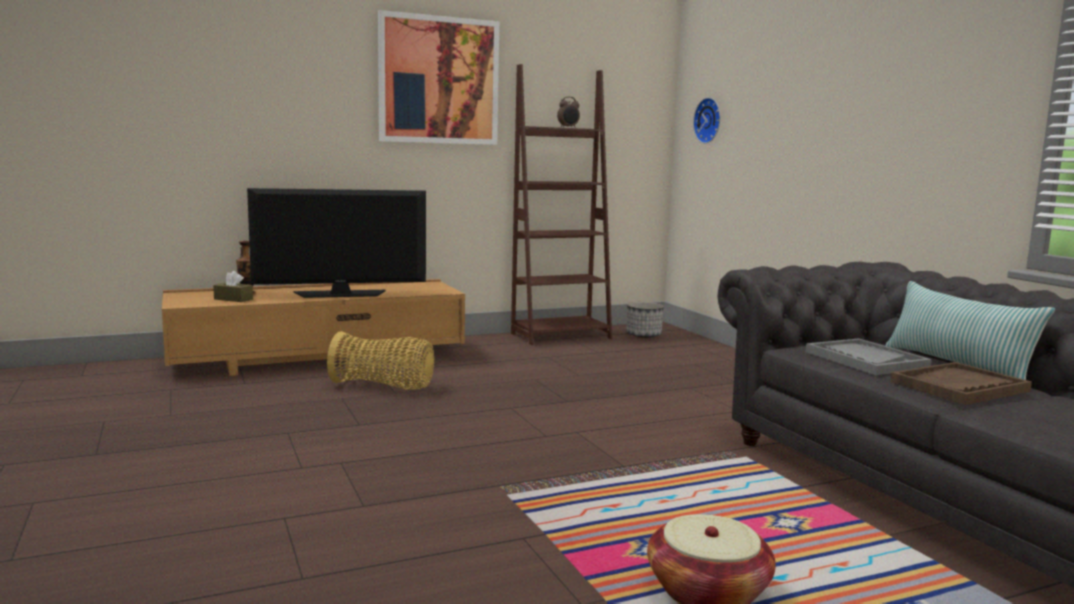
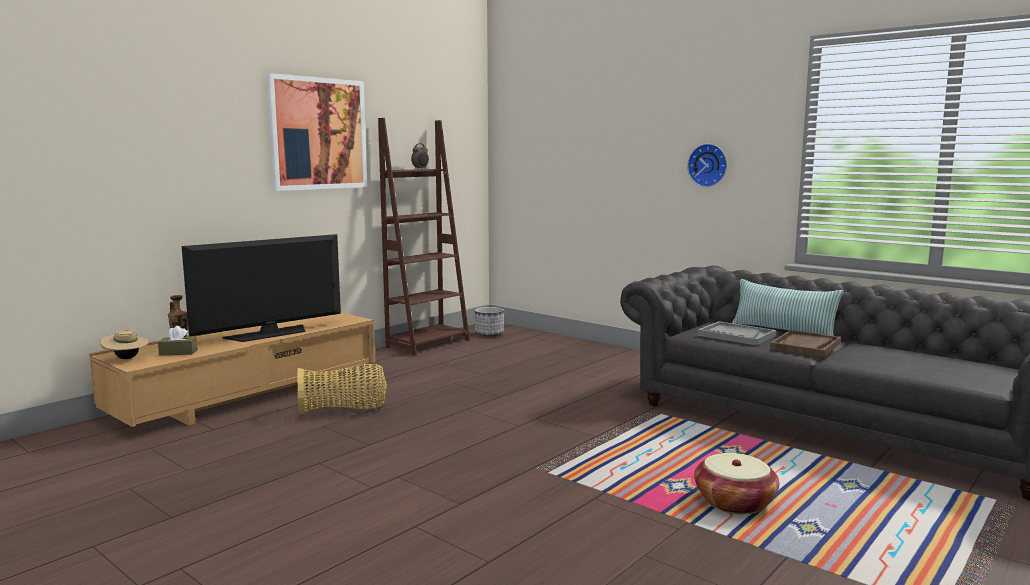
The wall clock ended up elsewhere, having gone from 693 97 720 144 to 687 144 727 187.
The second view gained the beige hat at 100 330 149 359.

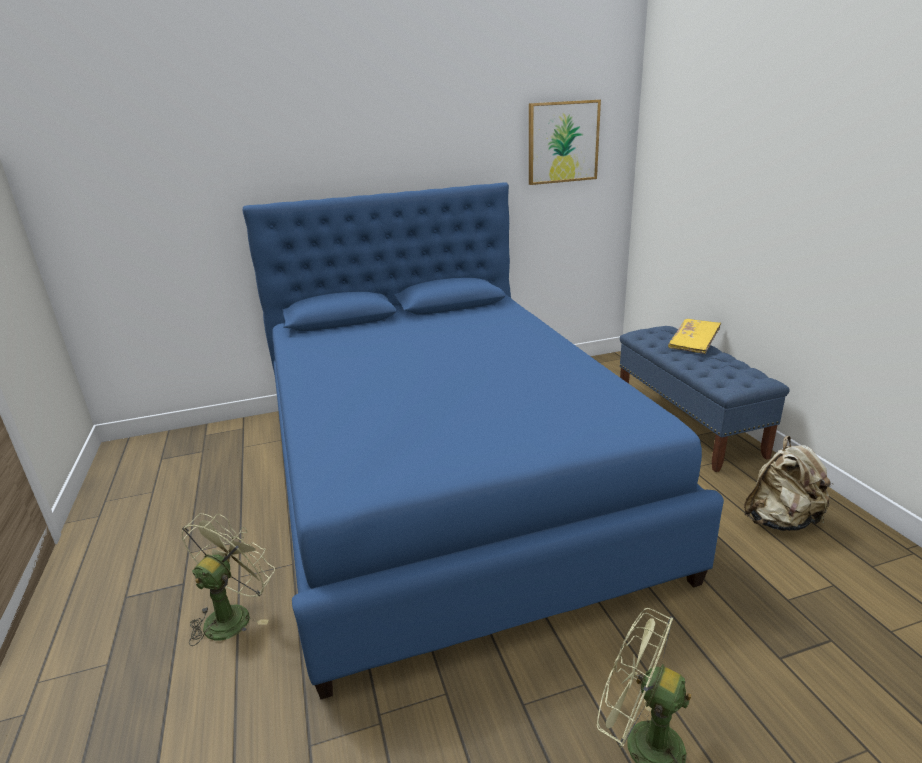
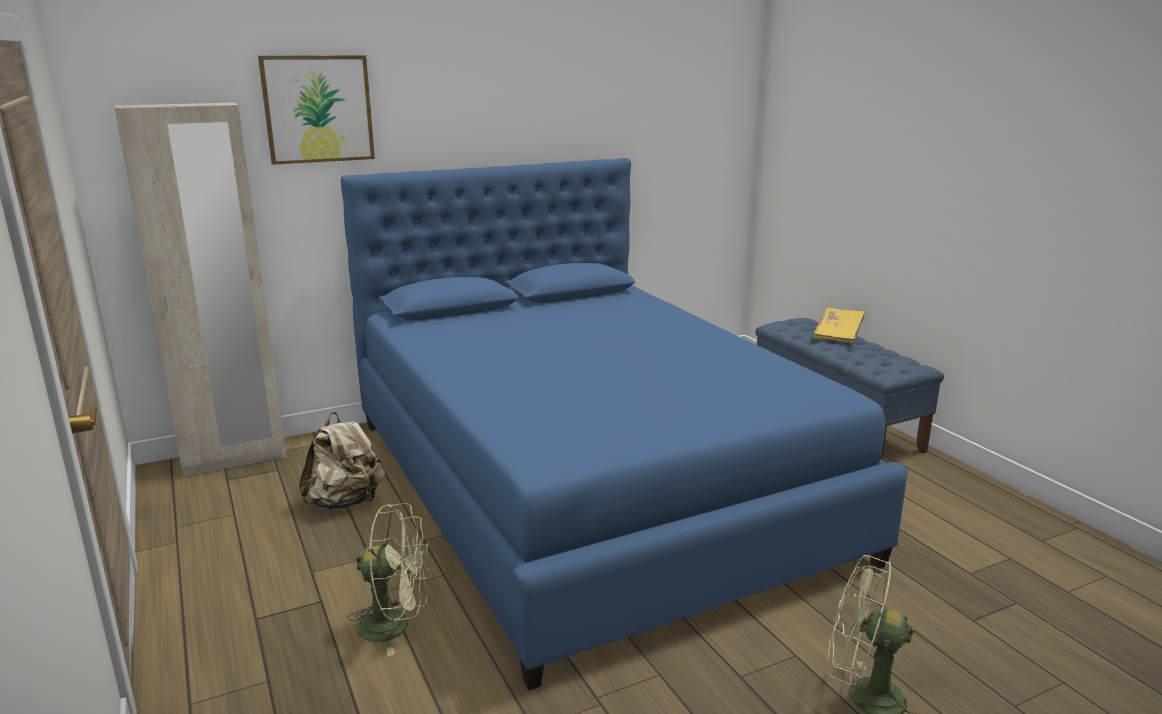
The green fan at 182 513 275 646 ended up facing another way, 75 degrees clockwise from before.
The picture ended up elsewhere, having gone from 529 100 601 185 to 258 55 375 165.
The beige backpack ended up elsewhere, having gone from 744 436 833 531 to 299 412 385 509.
The second view gained the beige wardrobe at 115 102 286 477.

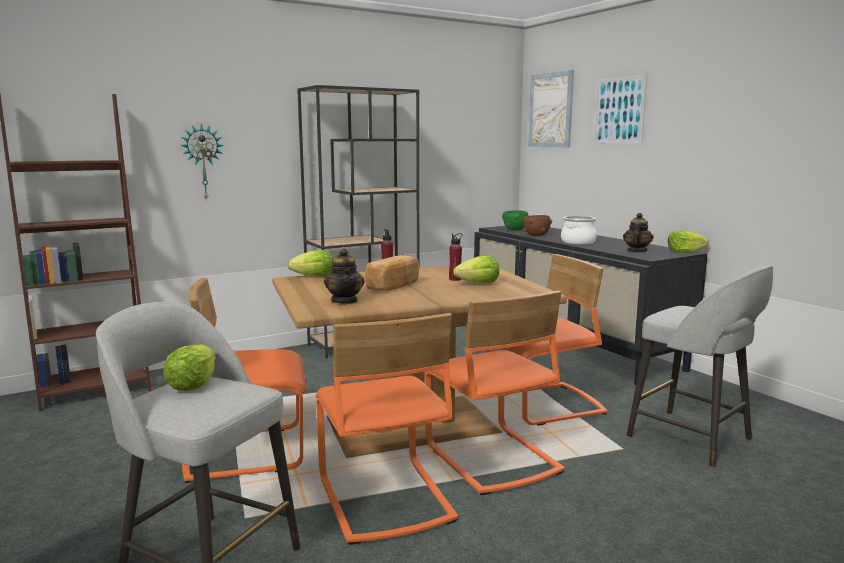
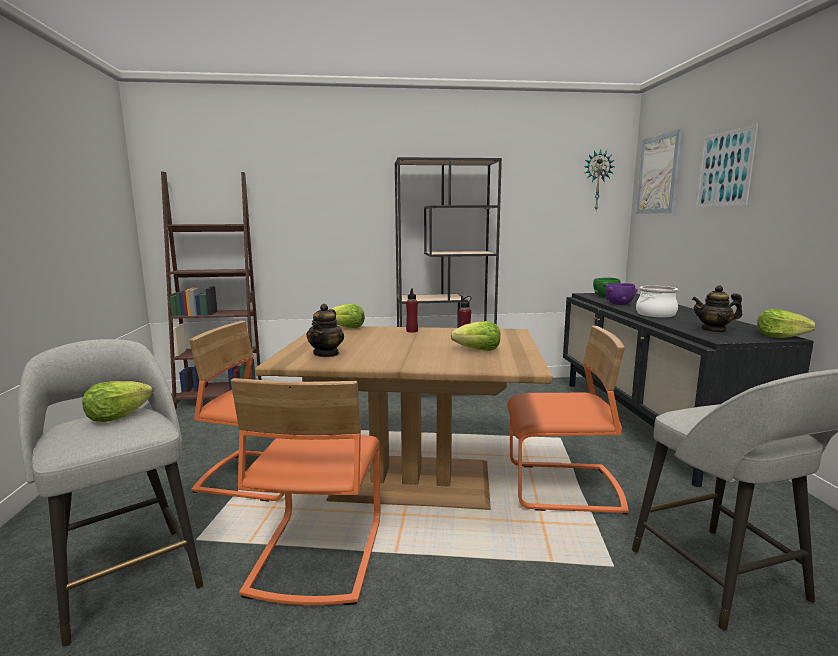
The wall clock ended up elsewhere, having gone from 181 124 224 201 to 584 149 615 210.
The second view lost the bread at 365 256 419 291.
The second view lost the orange chair at 425 290 565 495.
What was the brown bowl at 524 215 552 236 turned into the purple bowl at 606 283 637 305.
The teapot at 623 213 654 252 ended up facing another way, 135 degrees counterclockwise from before.

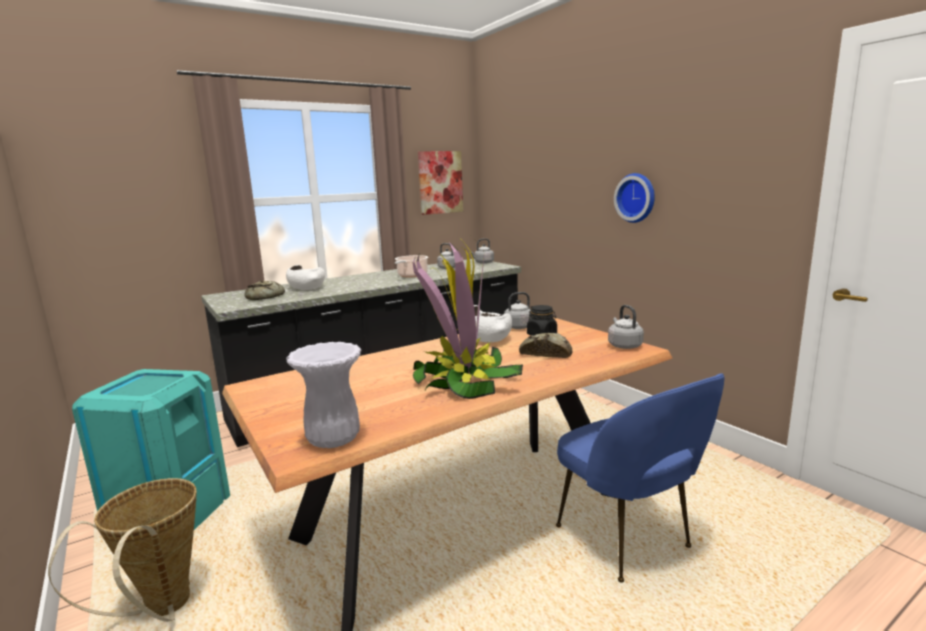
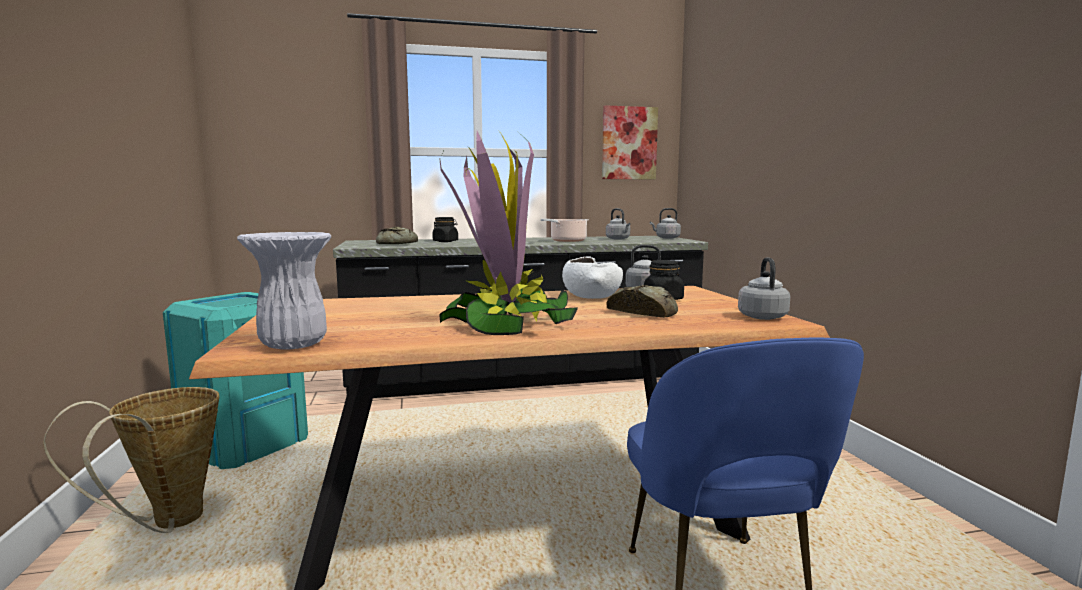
Where the white bowl stood at 286 265 325 290, the black jar came to stand at 432 217 458 242.
The second view lost the wall clock at 614 173 655 223.

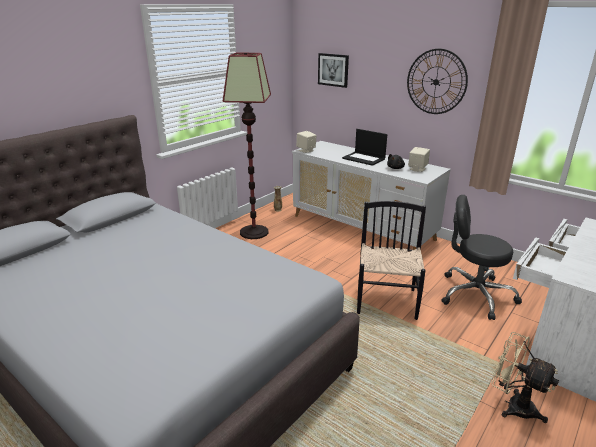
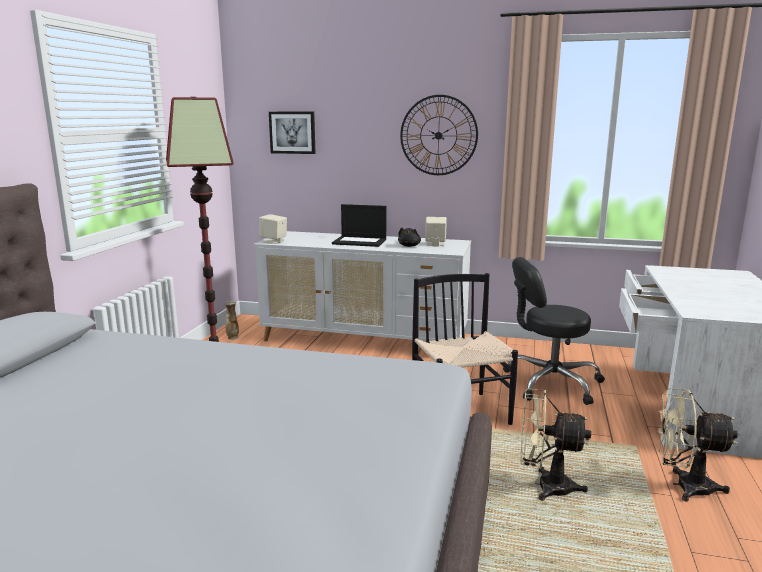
The second view gained the beige fan at 520 388 591 501.

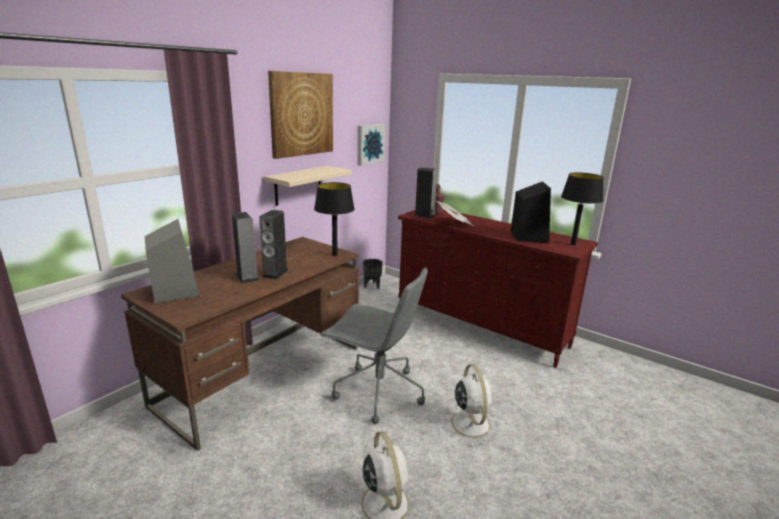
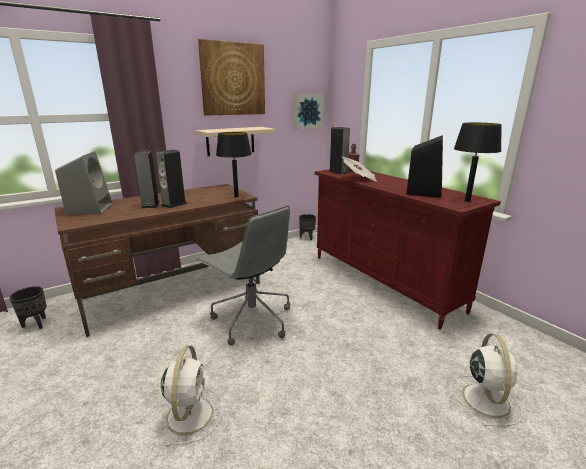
The white fan ended up elsewhere, having gone from 441 364 499 446 to 450 334 522 427.
The second view gained the black planter at 10 286 47 329.

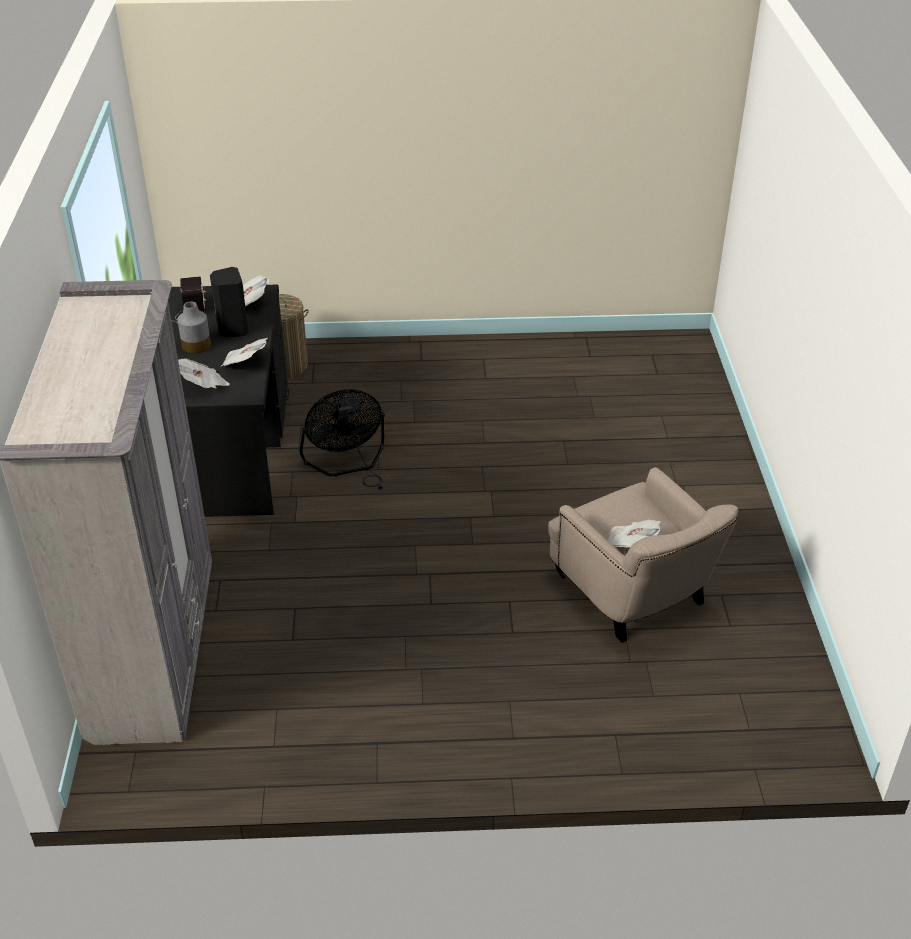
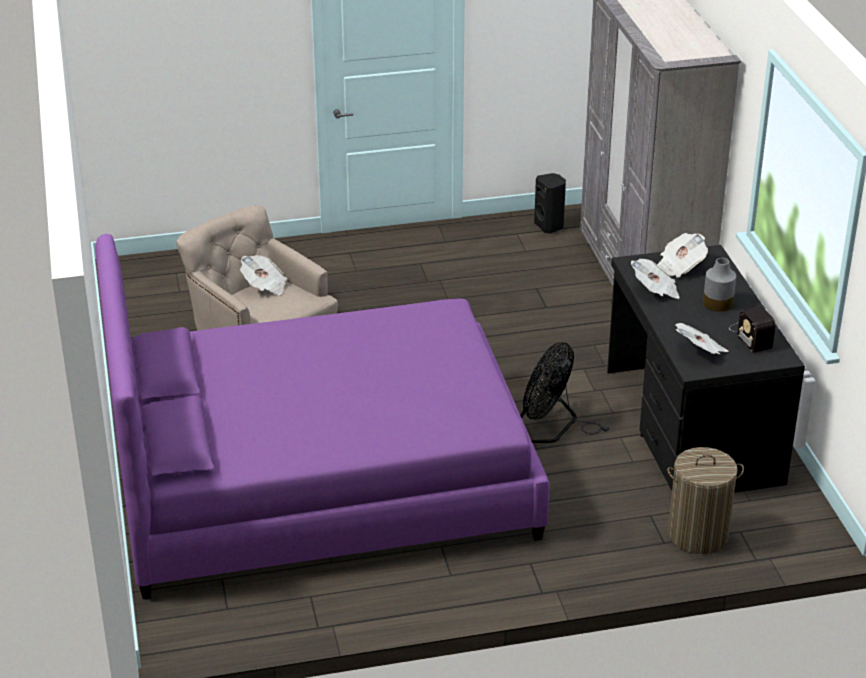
The black speaker ended up elsewhere, having gone from 210 267 249 338 to 534 173 566 234.
The black fan at 300 389 385 489 ended up facing another way, 150 degrees clockwise from before.
The second view gained the purple bed at 95 233 549 599.

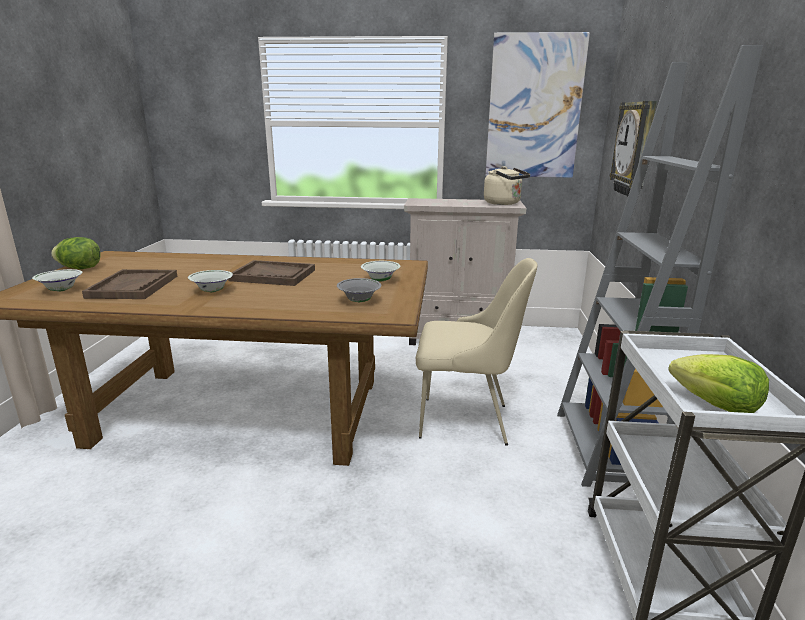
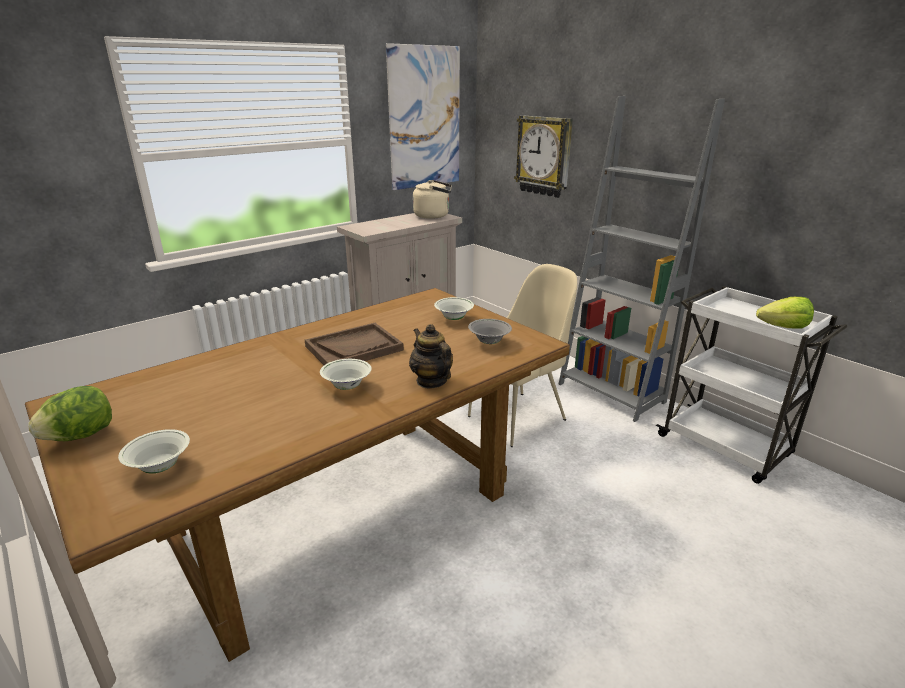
The second view lost the brown tray at 82 269 177 299.
The second view gained the teapot at 409 324 453 388.

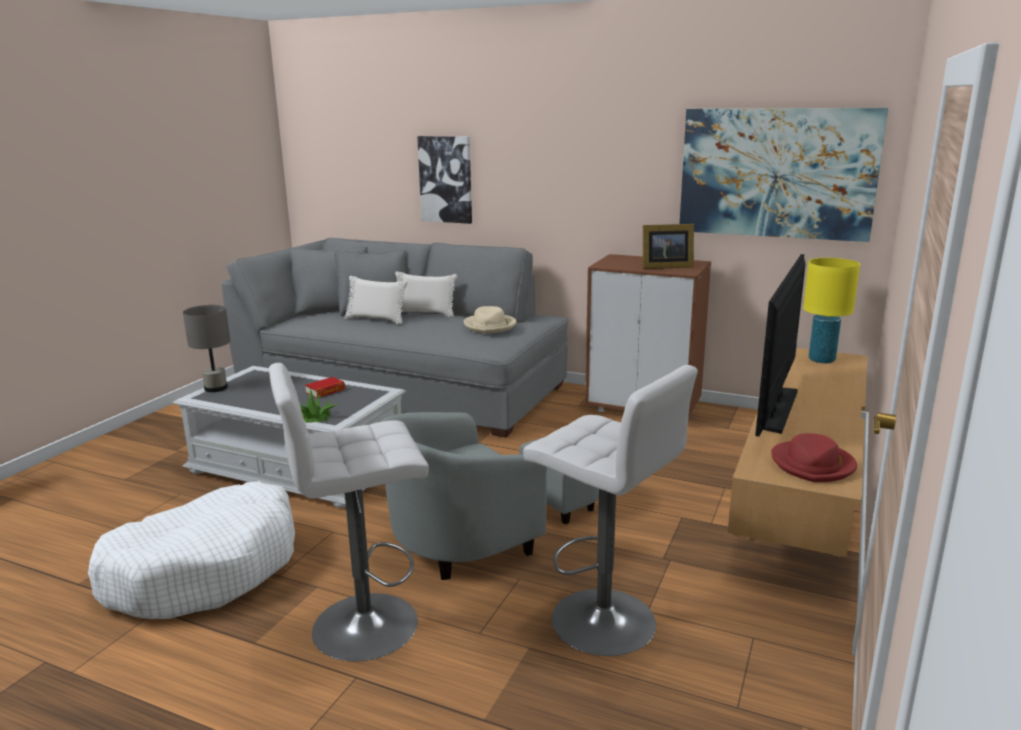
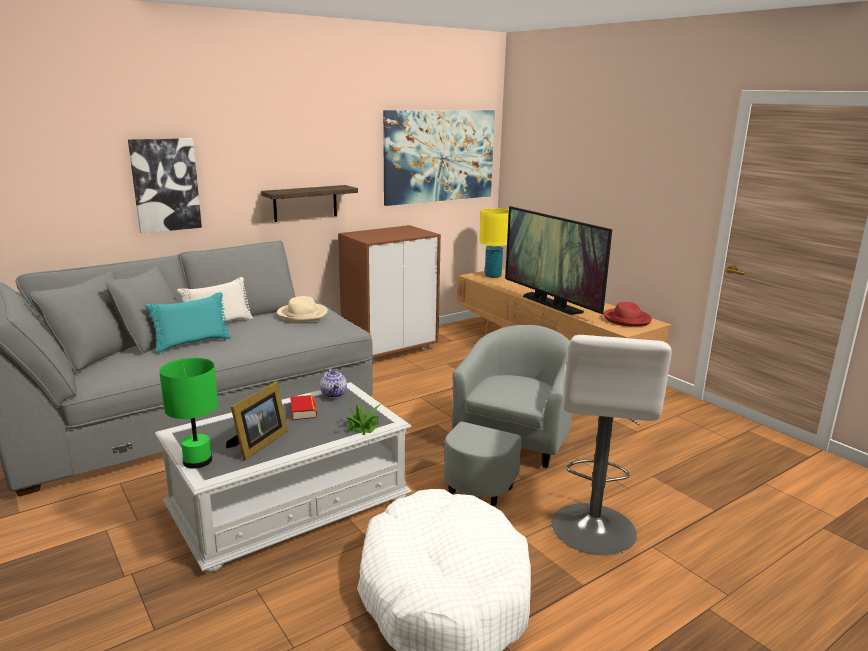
What was the grey table lamp at 183 305 230 392 turned into the green table lamp at 159 358 218 469.
What was the white pillow at 345 276 408 325 turned into the turquoise pillow at 145 292 231 354.
The grey armchair at 381 412 599 580 ended up facing another way, 150 degrees counterclockwise from before.
The second view lost the white stool at 523 365 698 656.
The picture frame ended up elsewhere, having gone from 643 224 694 269 to 226 381 288 461.
The second view gained the shelf at 261 185 358 222.
The second view gained the teapot at 320 368 347 398.

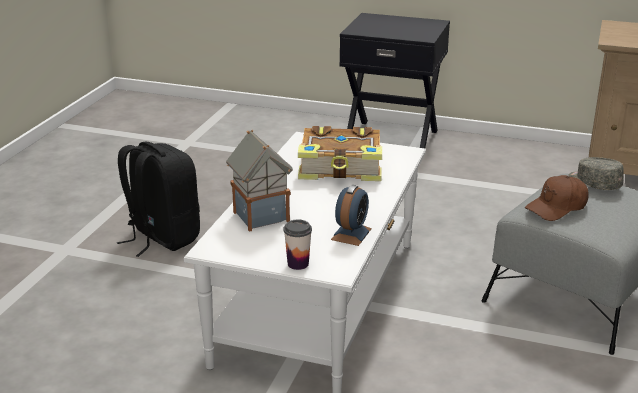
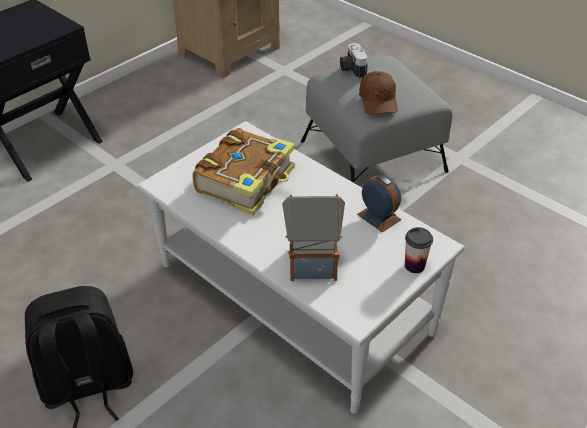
Where the grey cap stood at 568 157 624 190, the photo camera came to stand at 340 43 368 79.

